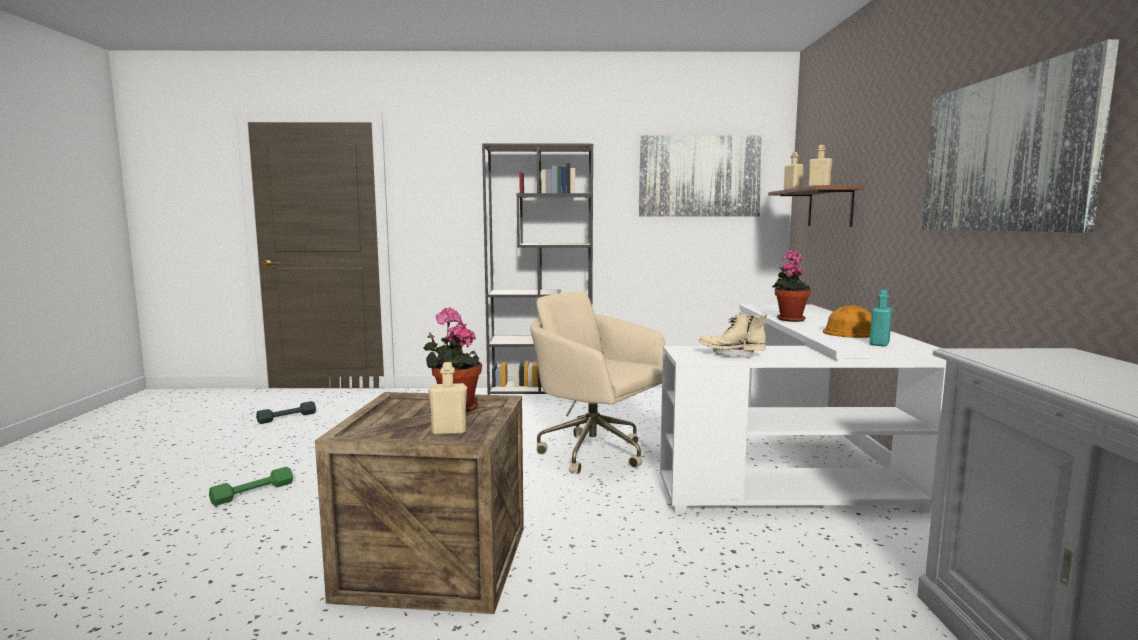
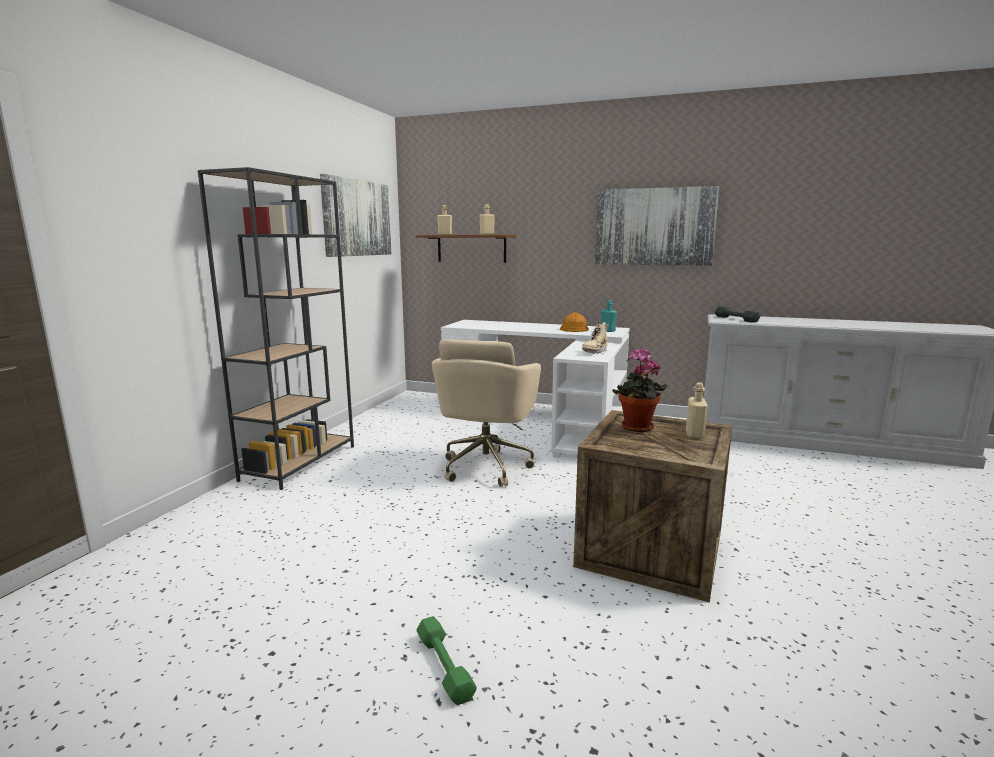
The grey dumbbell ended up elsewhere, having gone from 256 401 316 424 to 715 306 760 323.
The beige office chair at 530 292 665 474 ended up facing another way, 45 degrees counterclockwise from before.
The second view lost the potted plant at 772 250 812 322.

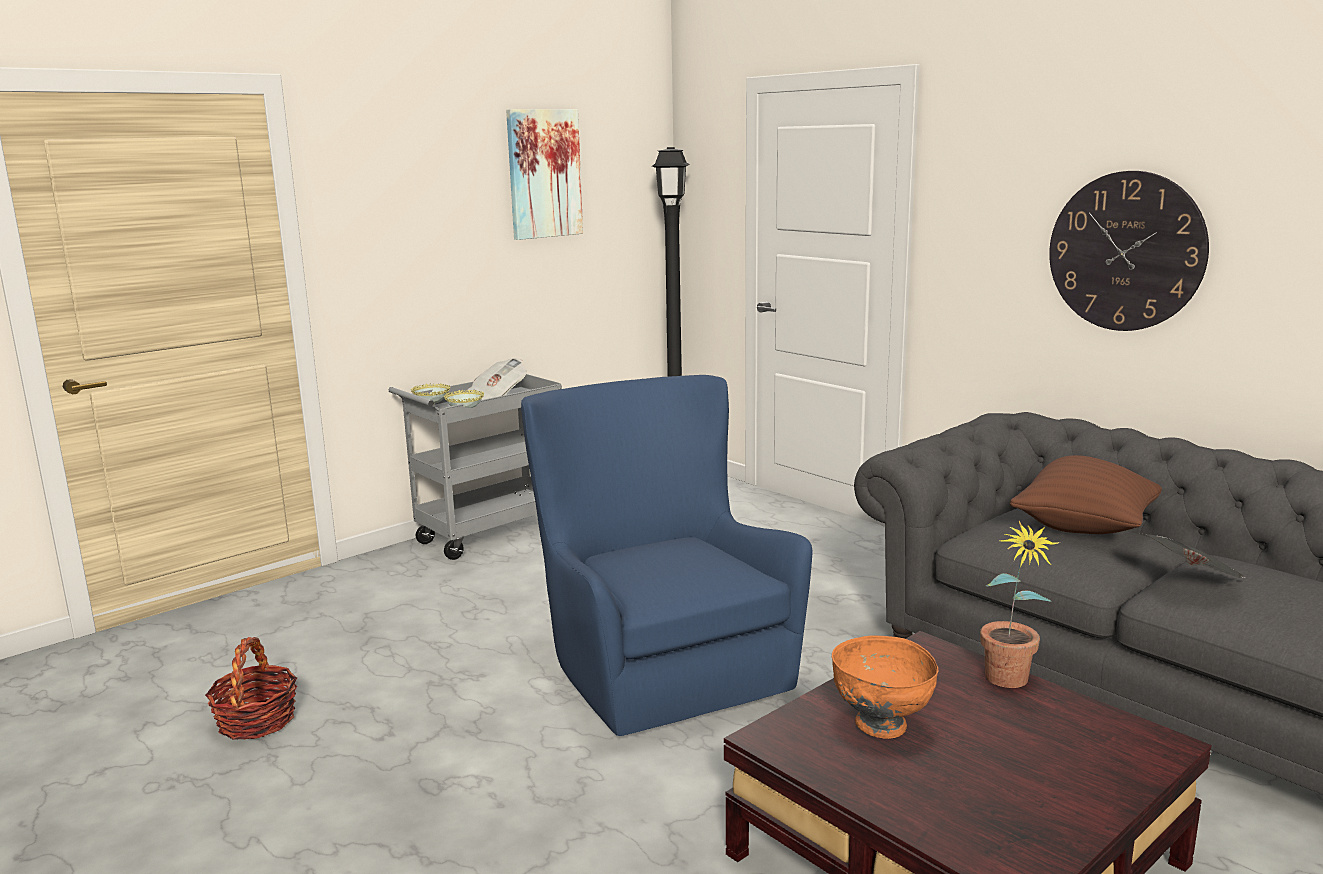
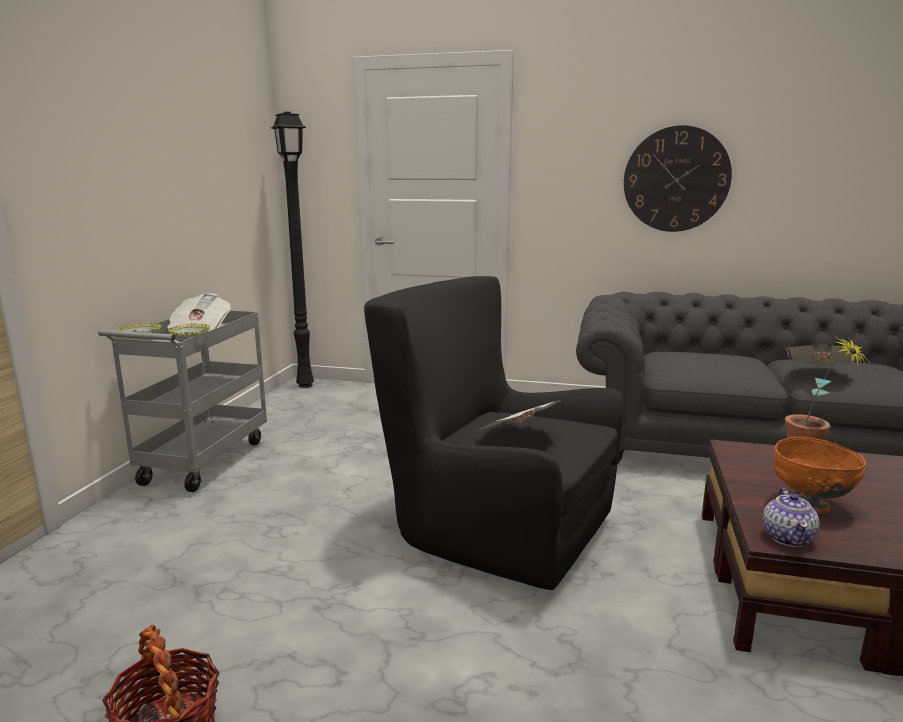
The second view lost the picture at 506 109 583 240.
What was the blue armchair at 521 375 812 736 turned into the black armchair at 364 276 623 590.
The second view lost the brown pillow at 1010 455 1162 534.
The second view gained the newspaper at 475 400 561 431.
The second view gained the teapot at 763 488 820 547.

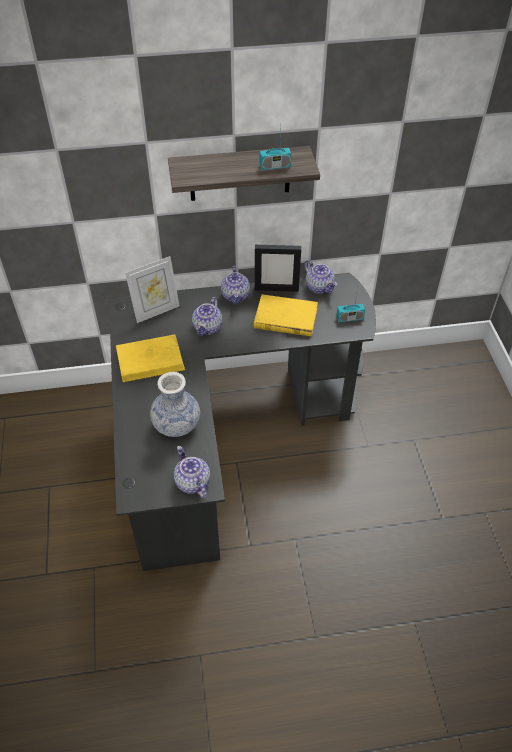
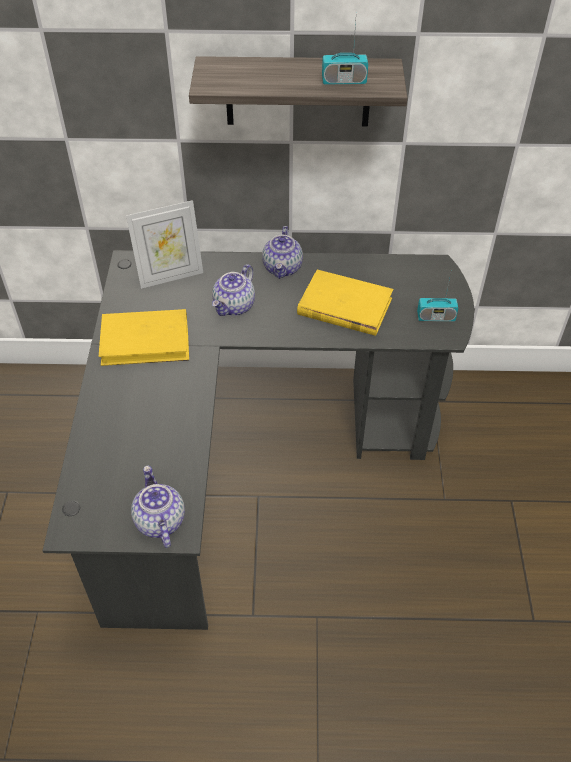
The second view lost the vase at 150 372 200 437.
The second view lost the picture frame at 255 245 301 292.
The second view lost the teapot at 304 260 337 294.

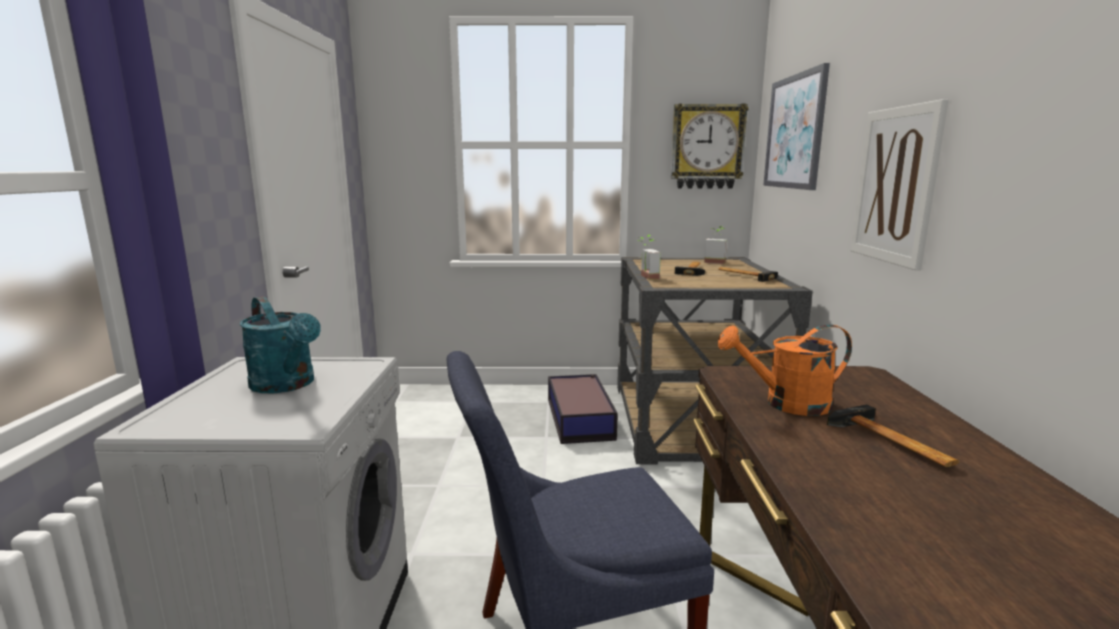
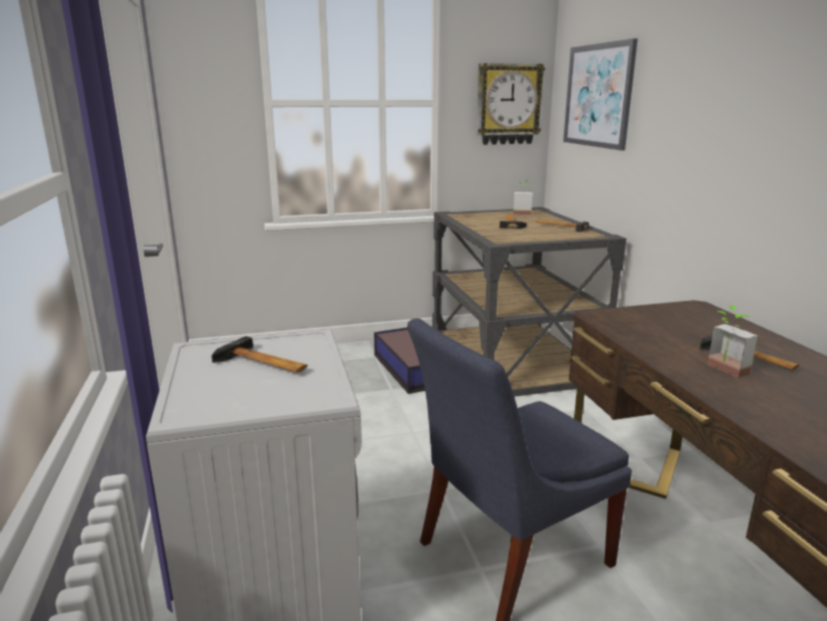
Where the turquoise watering can stood at 240 296 321 393, the hammer came to stand at 211 336 308 372.
The potted plant ended up elsewhere, having gone from 638 235 661 280 to 707 305 758 378.
The second view lost the orange watering can at 718 324 852 416.
The second view lost the picture at 851 99 949 270.

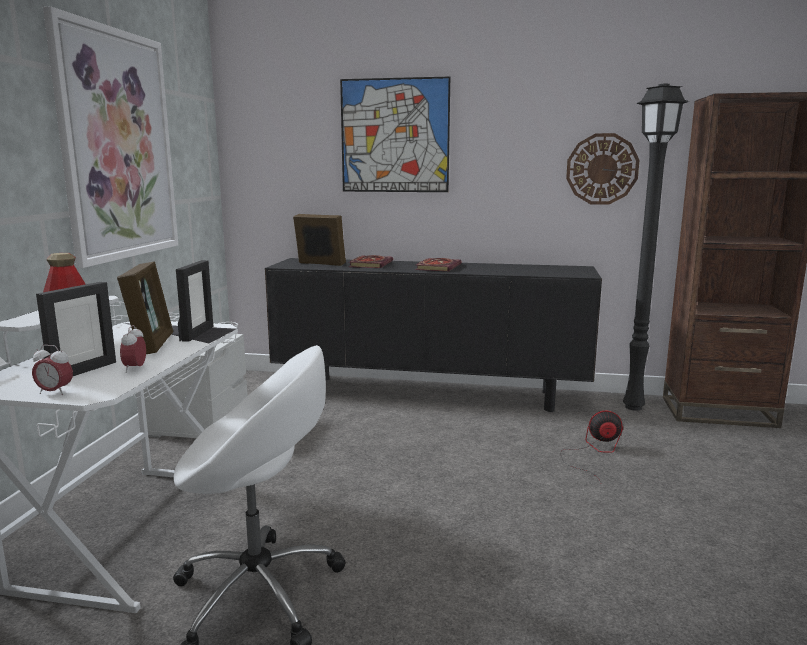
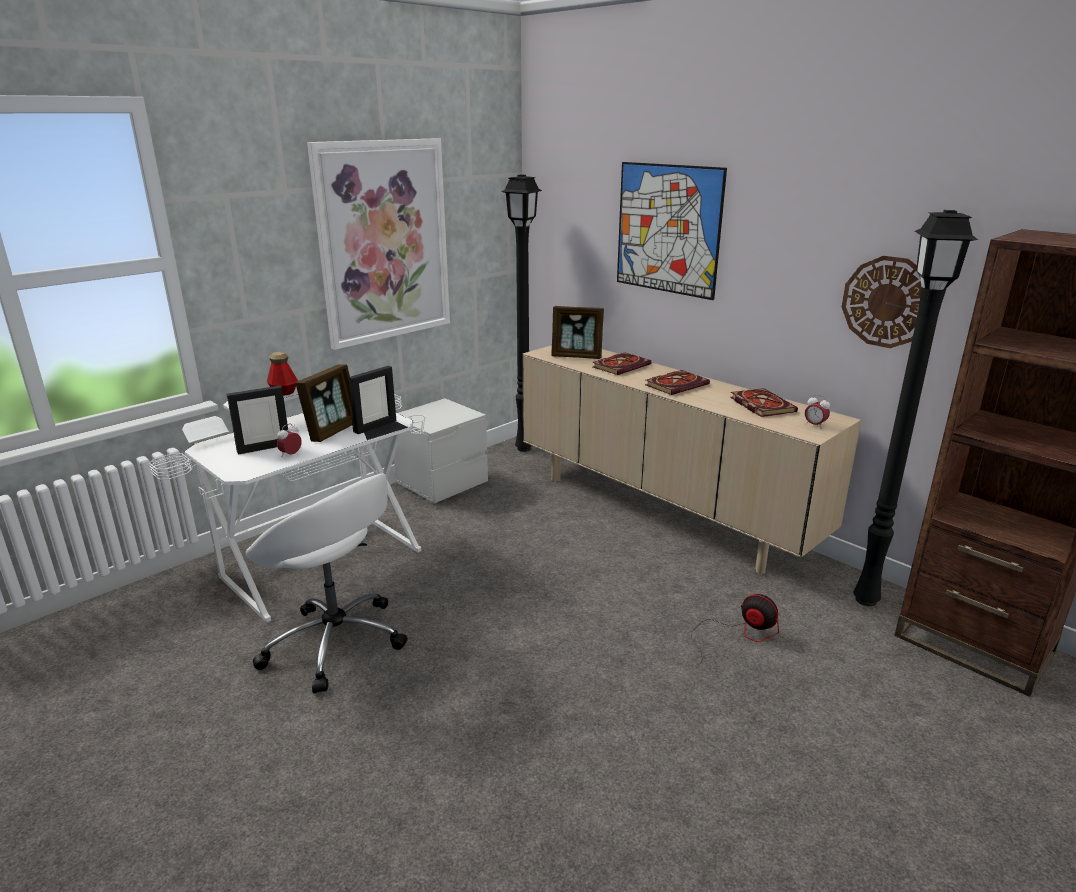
The alarm clock ended up elsewhere, having gone from 32 345 73 395 to 805 395 830 429.
What was the black cabinet at 265 258 602 412 turned into the beige cabinet at 522 345 861 574.
The picture frame at 293 214 346 266 ended up facing another way, 135 degrees clockwise from before.
The second view gained the black floor lamp at 501 174 542 452.
The second view gained the book at 730 388 798 417.

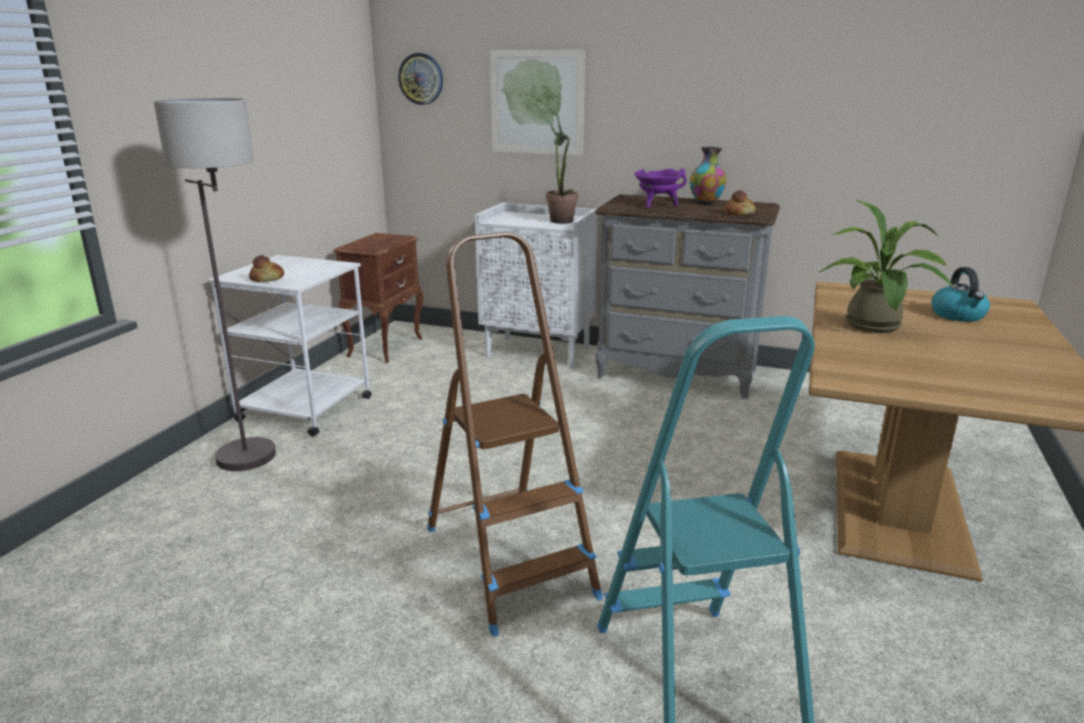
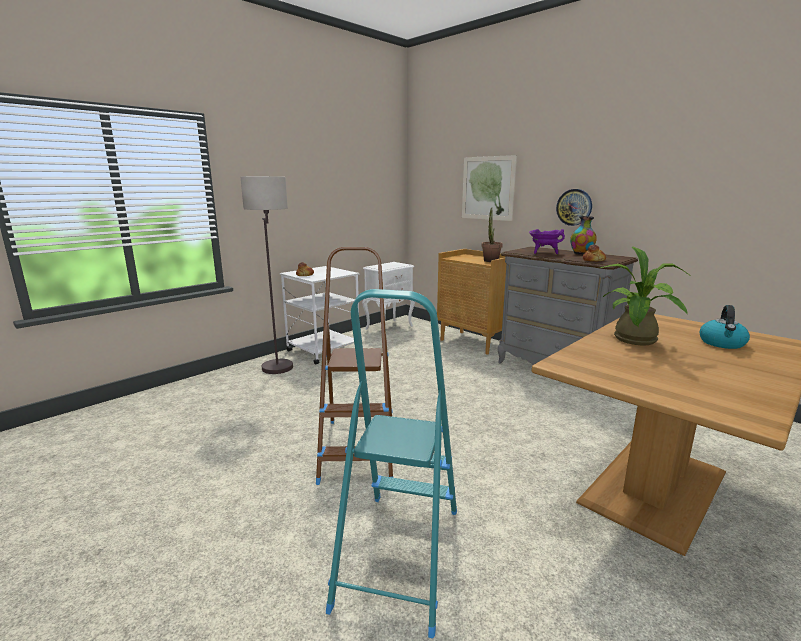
What was the brown nightstand at 333 233 424 363 turned into the white nightstand at 362 262 415 330.
The wall clock ended up elsewhere, having gone from 398 53 443 105 to 556 189 592 226.
What was the white cabinet at 475 202 598 368 turned into the brown cabinet at 437 249 506 355.

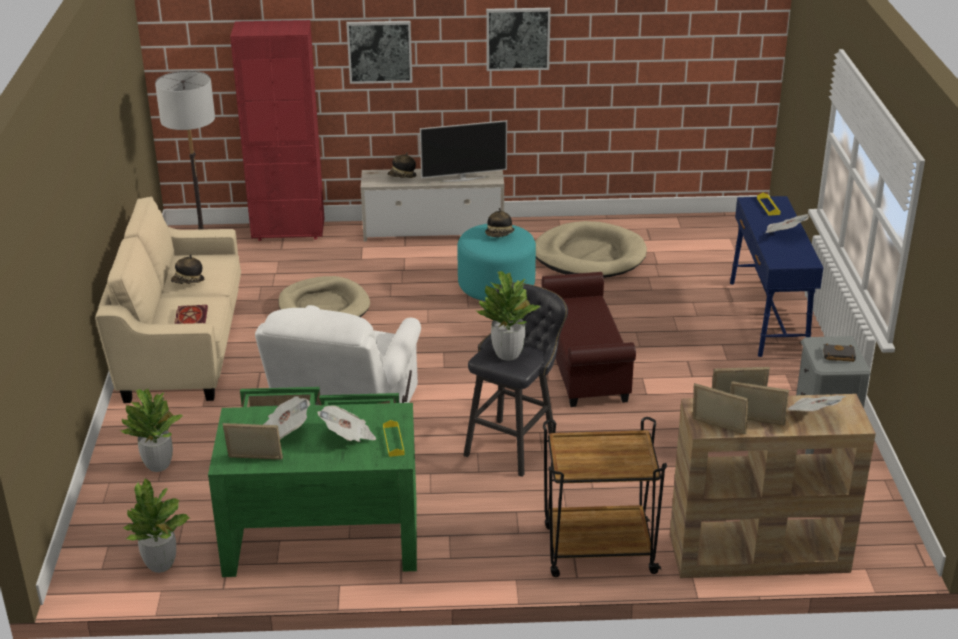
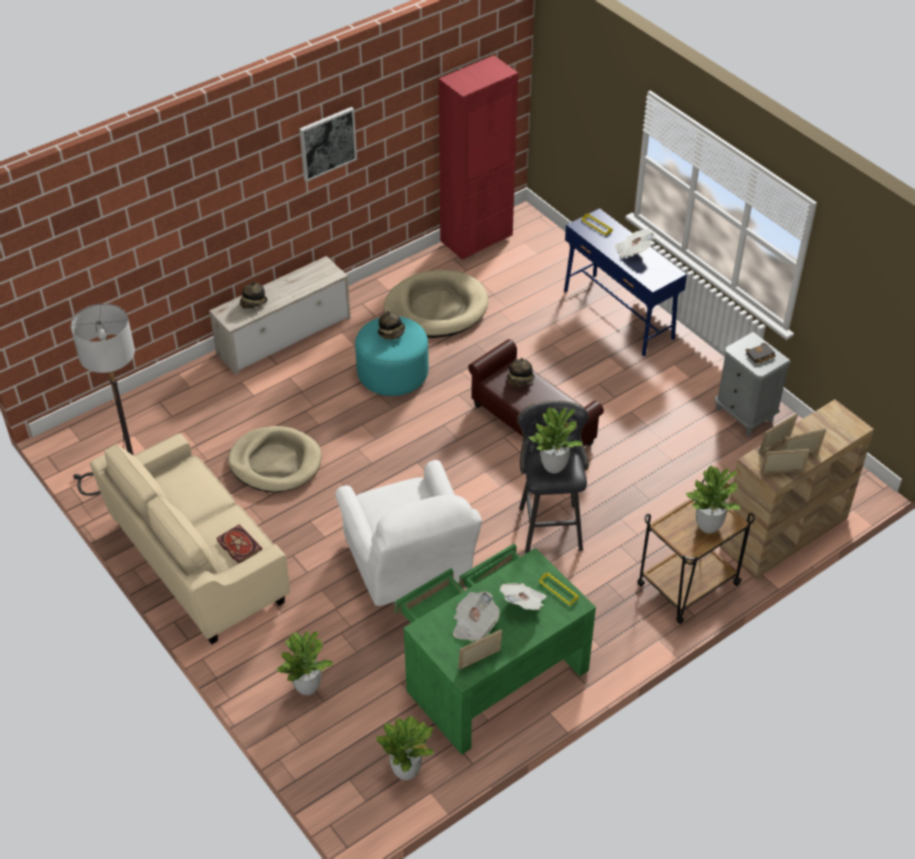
The hat ended up elsewhere, having gone from 171 254 204 284 to 507 358 535 387.
The red cabinet ended up elsewhere, having gone from 230 20 324 241 to 439 55 518 260.
The second view lost the picture at 346 21 413 84.
The second view lost the television at 420 120 507 182.
The second view lost the newspaper at 787 395 846 411.
The second view gained the potted plant at 685 465 740 533.

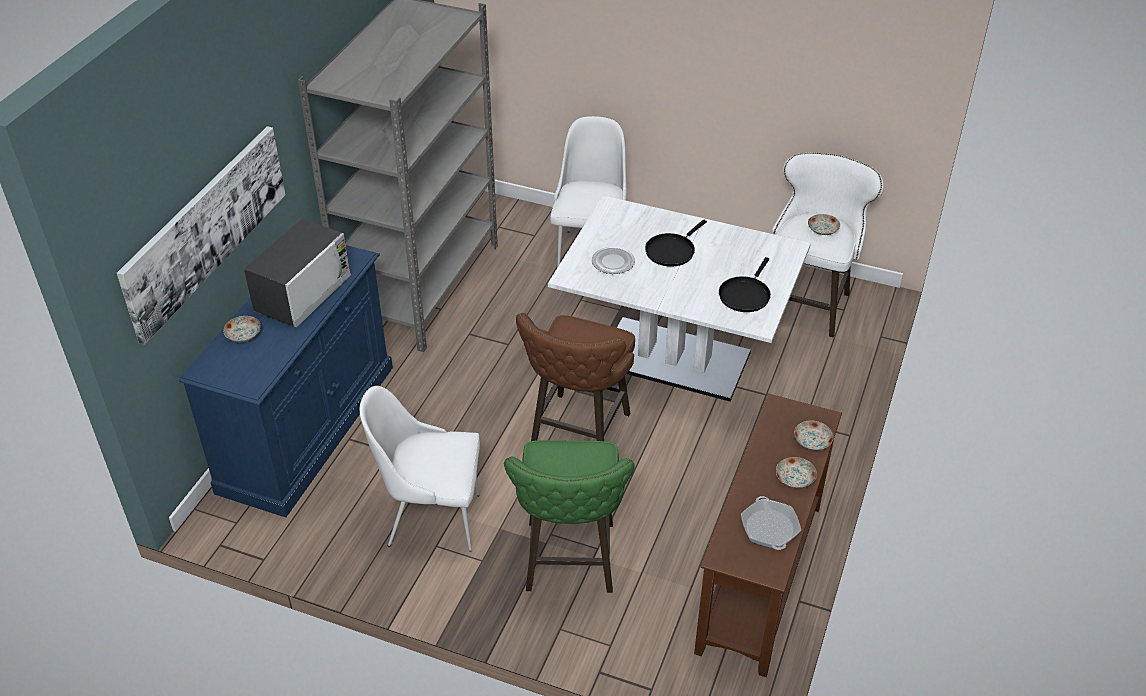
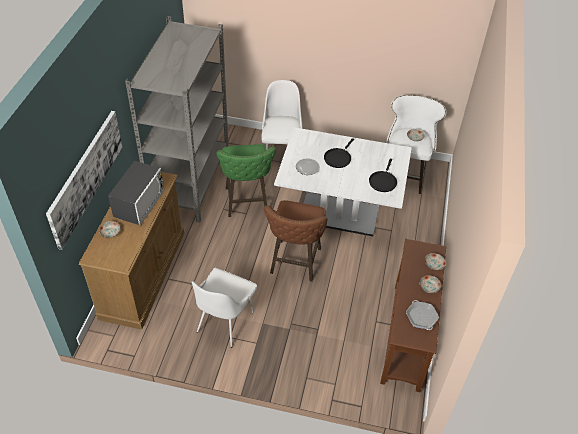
What was the blue cabinet at 179 245 393 517 turned into the brown cabinet at 79 172 184 330.
The white chair at 360 386 480 552 ended up facing another way, 60 degrees counterclockwise from before.
The green stool ended up elsewhere, having gone from 504 440 635 593 to 216 144 276 217.

